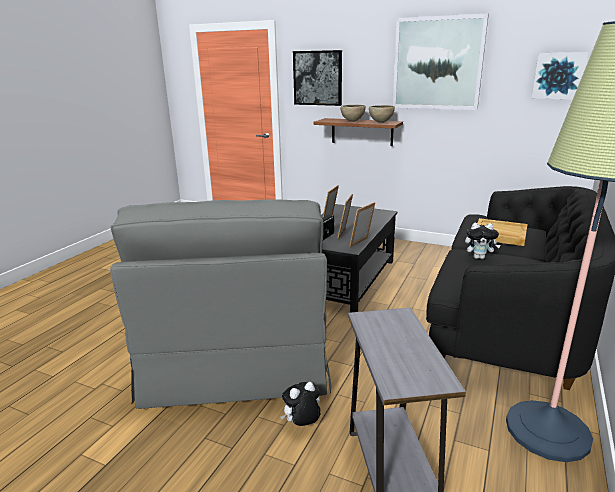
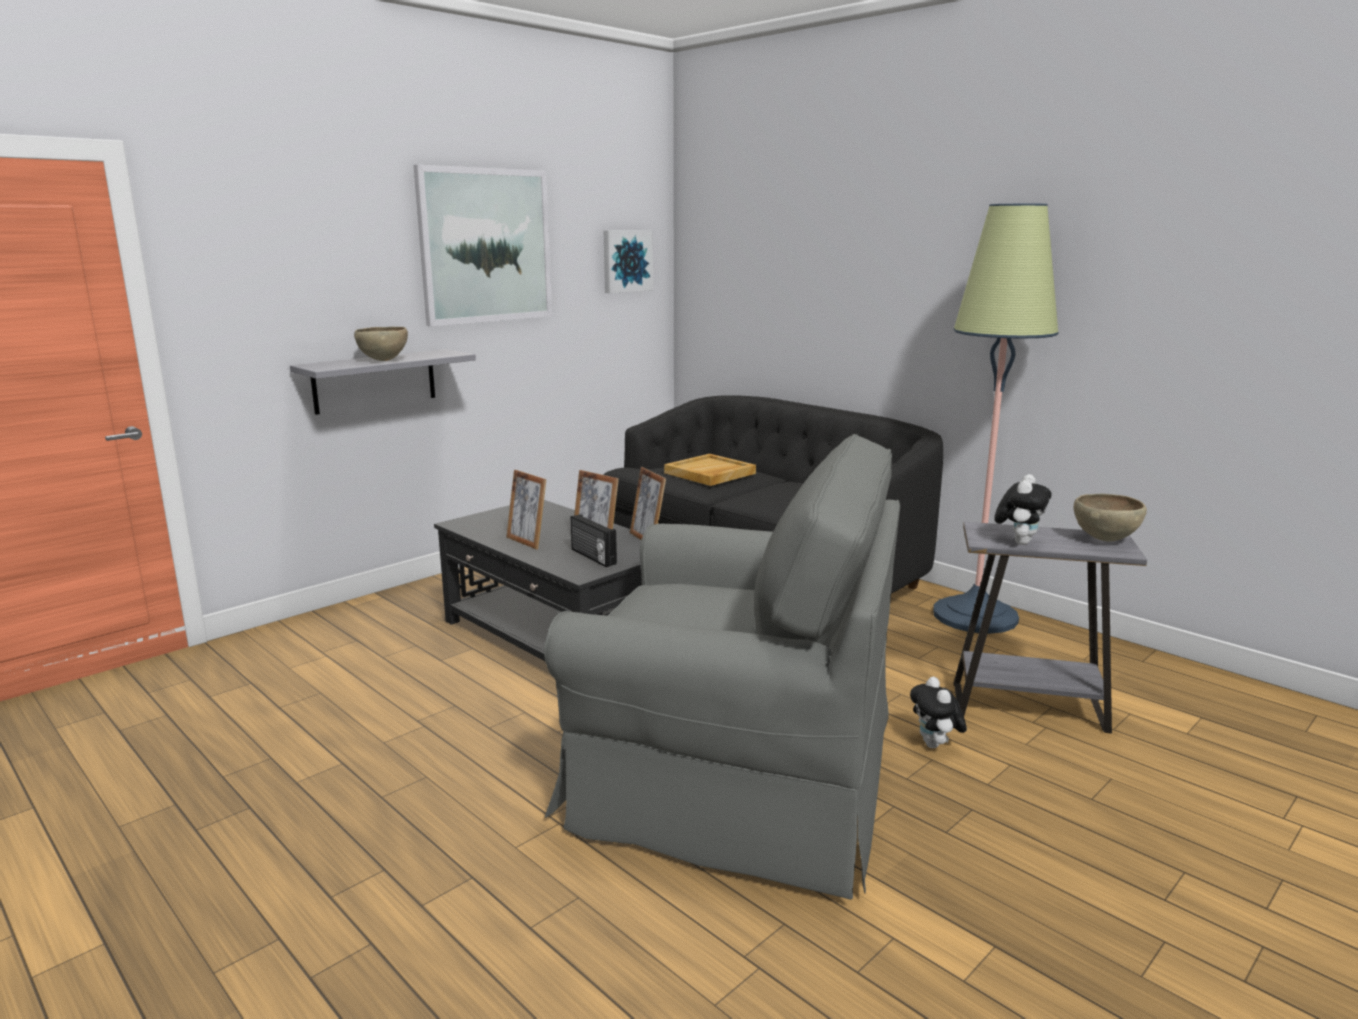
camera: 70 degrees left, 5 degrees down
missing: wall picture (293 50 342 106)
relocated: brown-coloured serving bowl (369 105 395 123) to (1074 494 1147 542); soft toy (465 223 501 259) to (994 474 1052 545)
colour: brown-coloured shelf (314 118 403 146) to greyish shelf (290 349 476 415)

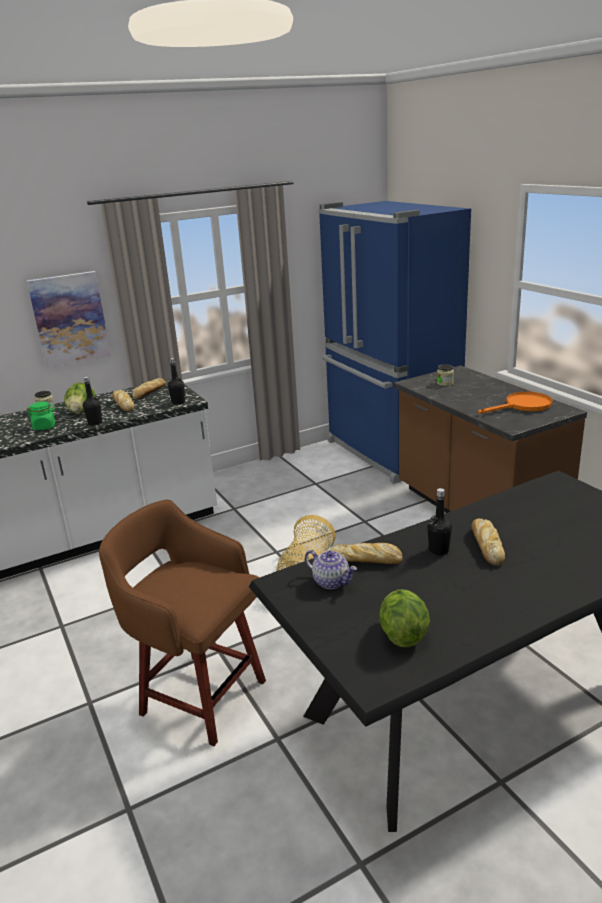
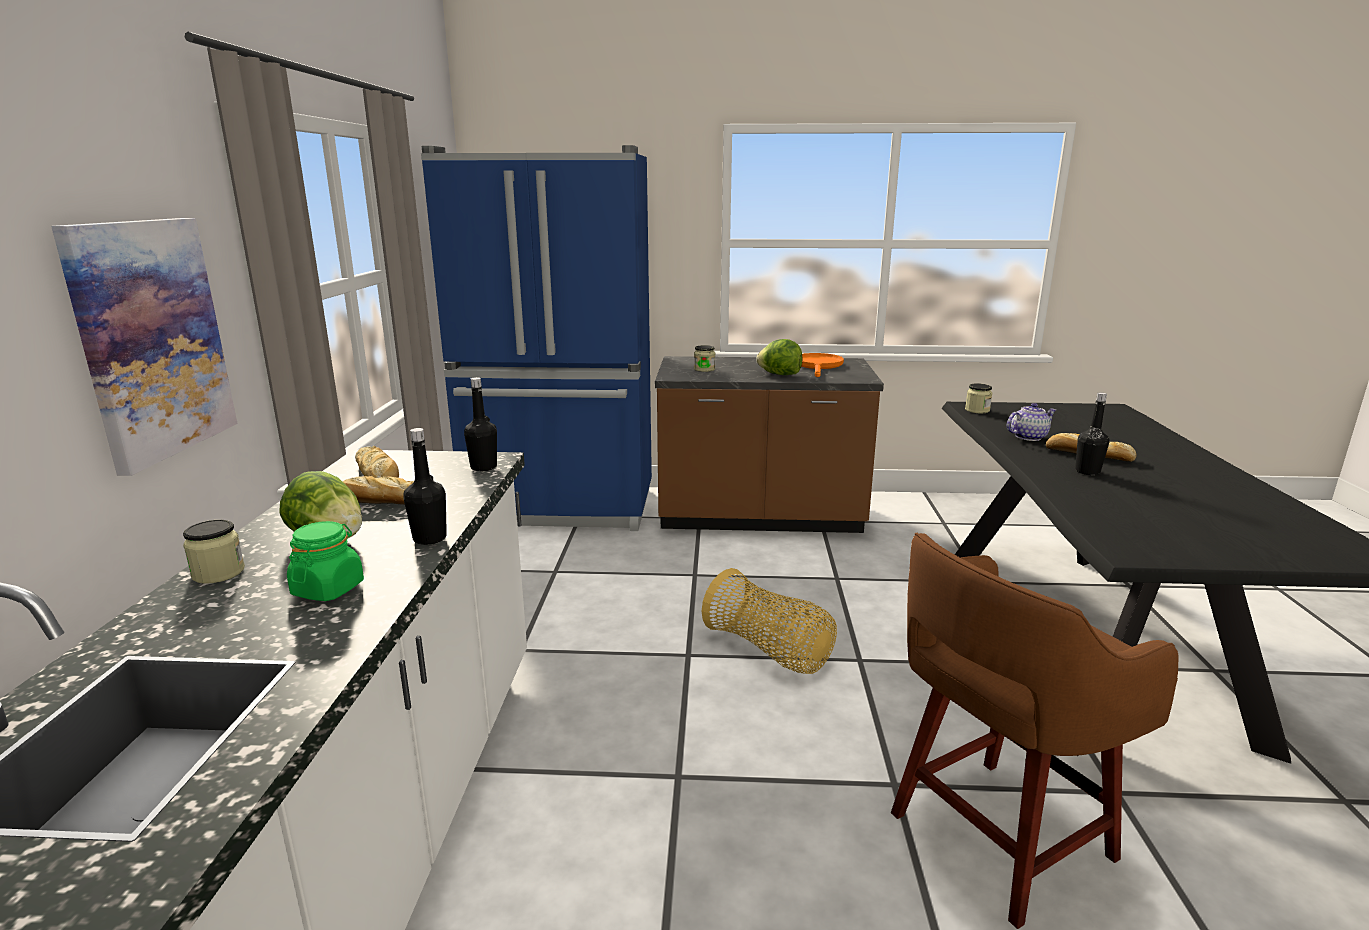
camera: 60 degrees left, 5 degrees down
missing: baked bread (330 543 403 564)
appeared: preserve jar (965 383 992 413)
relocated: tea pot (305 550 357 589) to (1007 403 1056 441); lettuce head (379 589 430 647) to (756 339 802 375)

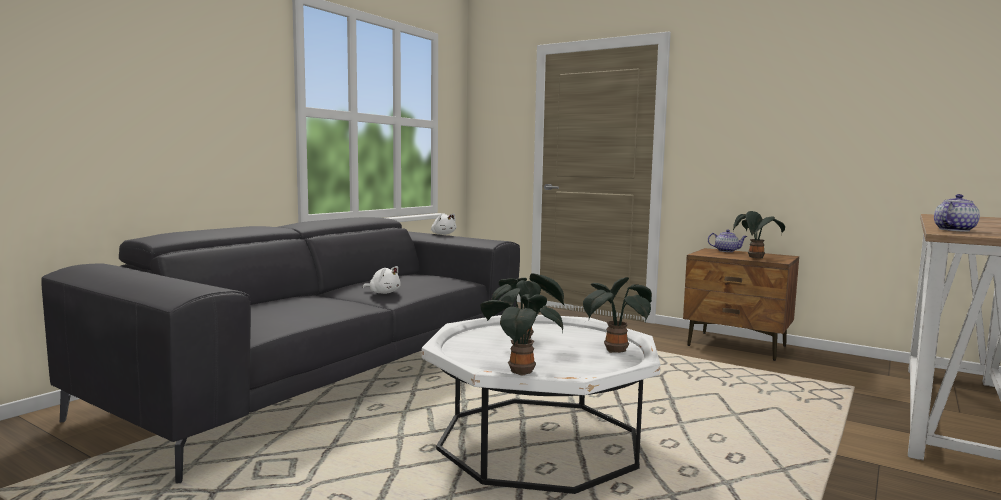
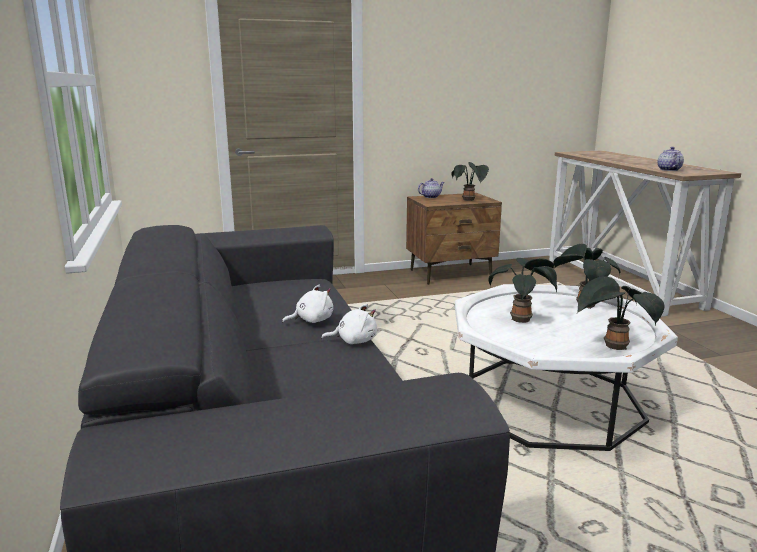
camera: 50 degrees left, 10 degrees up
relocated: white-coloured soft toy (431 213 456 235) to (321 304 377 344)

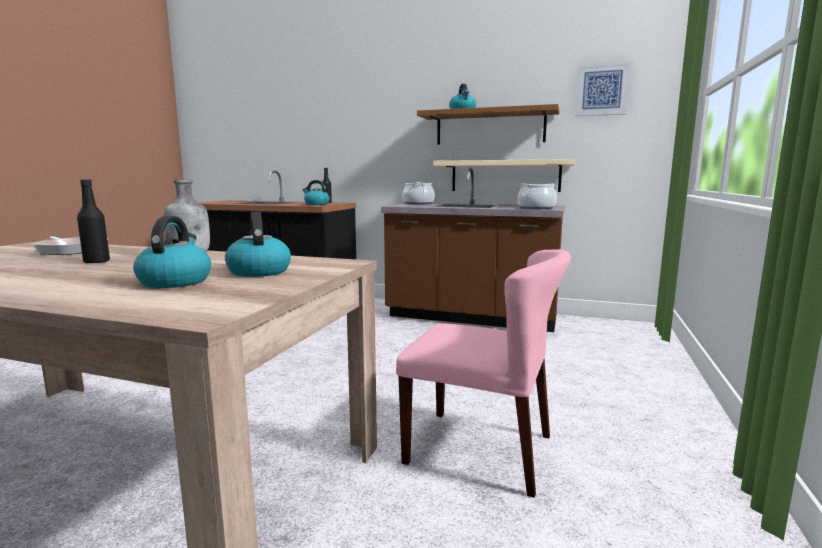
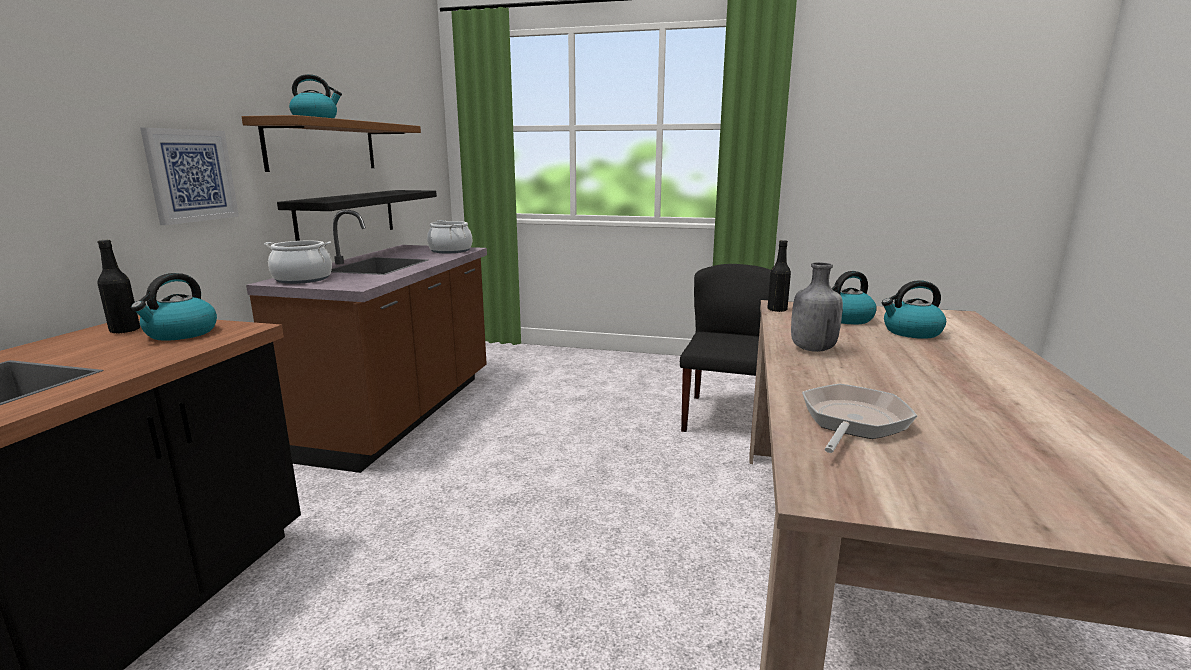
camera: 95 degrees left, 5 degrees up
relocated: wall picture (575 62 631 116) to (140 128 239 225); black-coloured bottle (77 179 110 264) to (767 240 791 312)
colour: beige-coloured shelf (433 159 575 192) to black-coloured shelf (277 190 437 241); pink chair (396 249 571 498) to black-coloured chair (680 264 771 432)

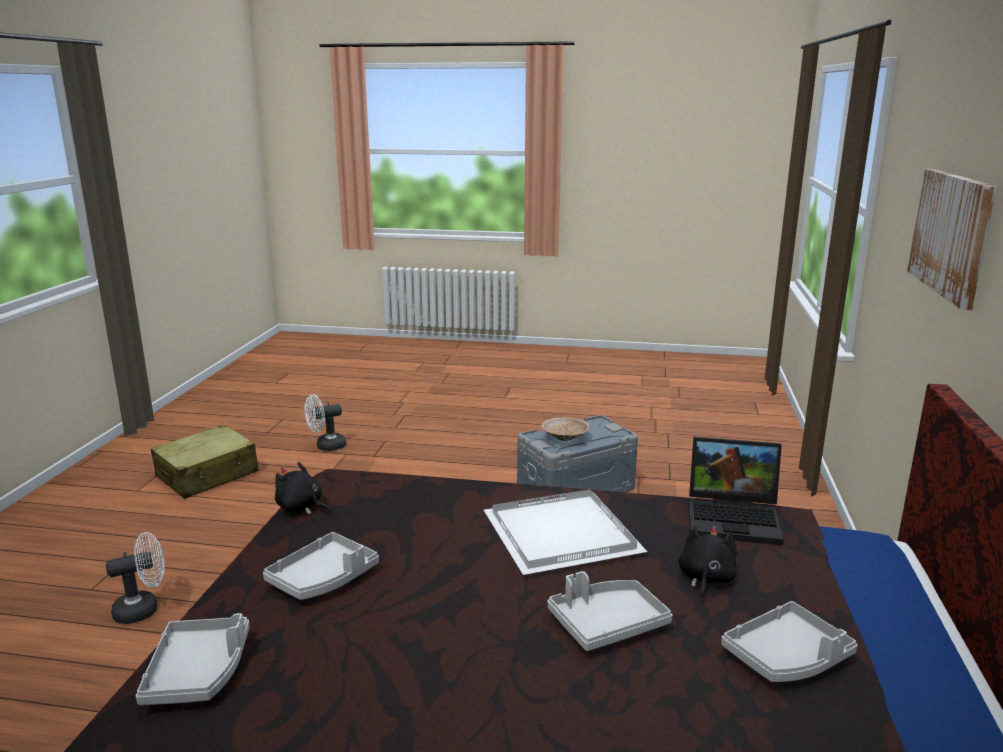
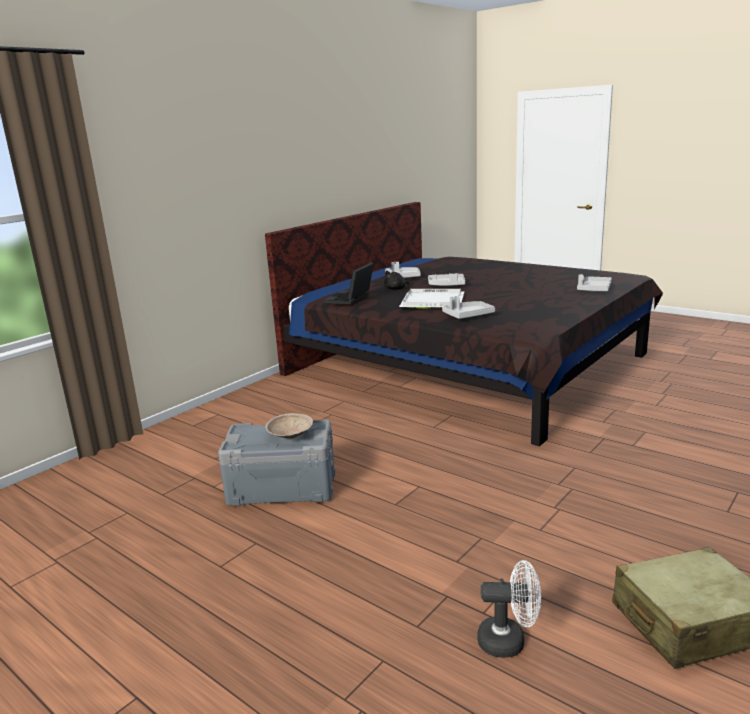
camera: 150 degrees left, 0 degrees up
missing: wall picture (907 169 997 310); black-coloured soft toy (275 462 331 515); white-coloured fan (106 532 165 624)
relocated: greyish carrying tray (263 532 379 600) to (442 296 495 319)
spun: notebook computer (689 437 784 545) = (324 263 374 305) 105 degrees counterclockwise

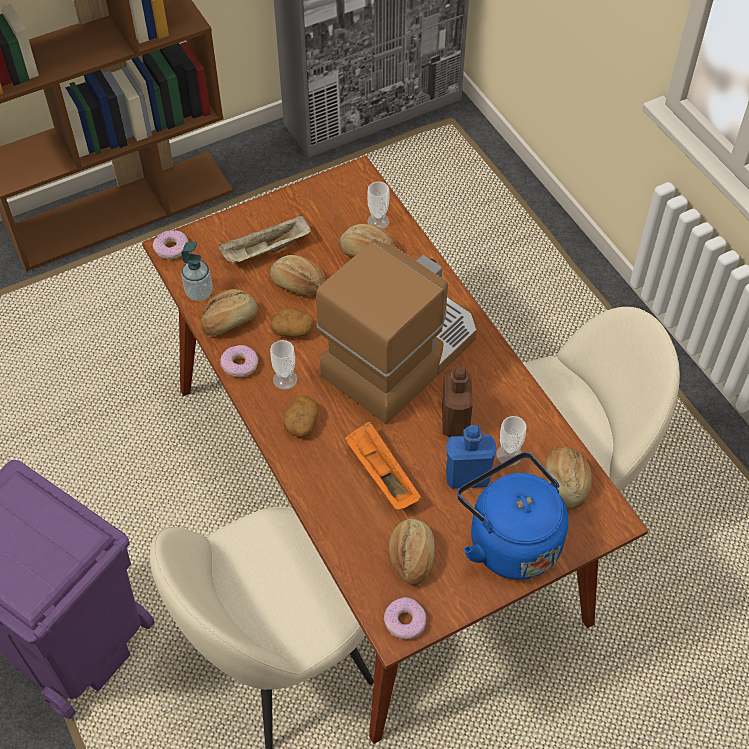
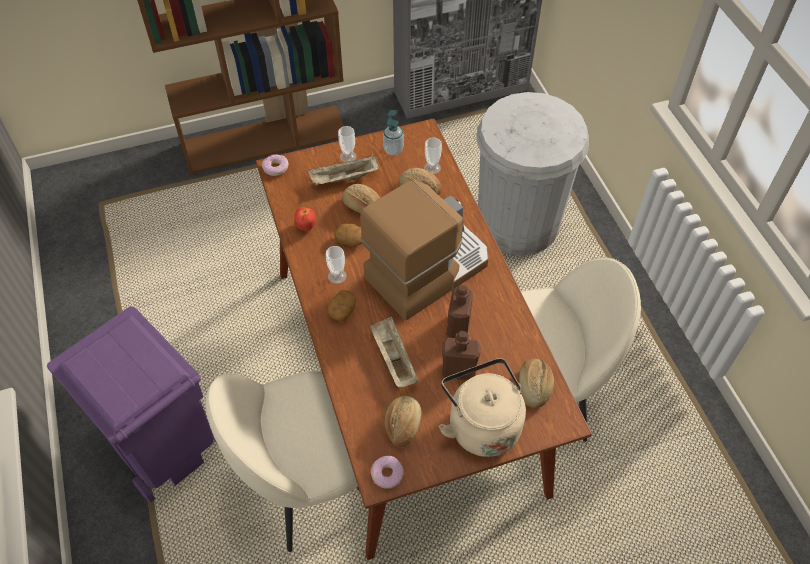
camera: 10 degrees right, 0 degrees up
missing: ring doughnut (220 345 258 377)
appeared: white-coloured waste bin (476 92 589 256)
relocated: soap bottle (181 242 213 301) to (383 110 404 155); cup (496 416 526 466) to (338 126 357 162)
exchanged: baked bread (201 289 258 336) to apple fruit (294 207 316 231)
colour: orange-coloured carrying tray (345 421 422 510) to beige-coloured carrying tray (370 316 419 387); blue-coloured bottle (446 425 497 489) to brown-coloured bottle (442 331 481 380); blue-coloured kettle (457 452 569 580) to beige-coloured kettle (439 358 526 457)

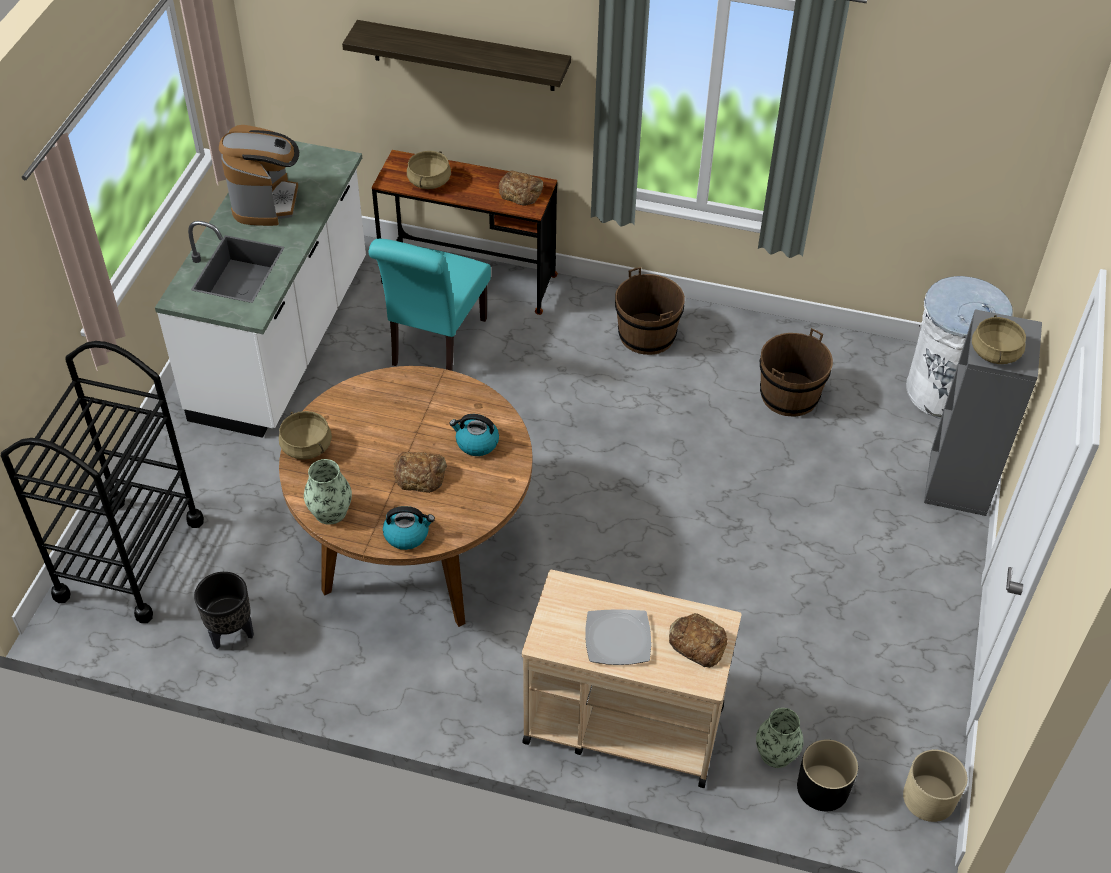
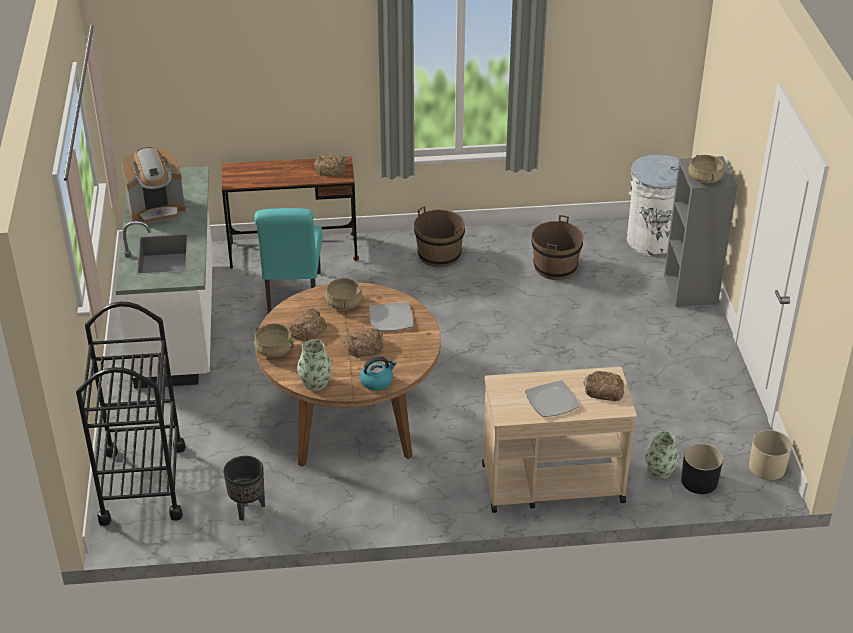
camera: 20 degrees left, 10 degrees down
missing: shelf (342 20 571 91)
appeared: baked bread (288 309 327 341)
relocated: beige-coloured stockpot (407 151 451 189) to (325 277 363 310)
exchanged: kettle (449 414 499 456) to flat dish (369 302 413 331)
spun: coffee maker (219 125 299 226) = (121 147 186 225) 90 degrees clockwise

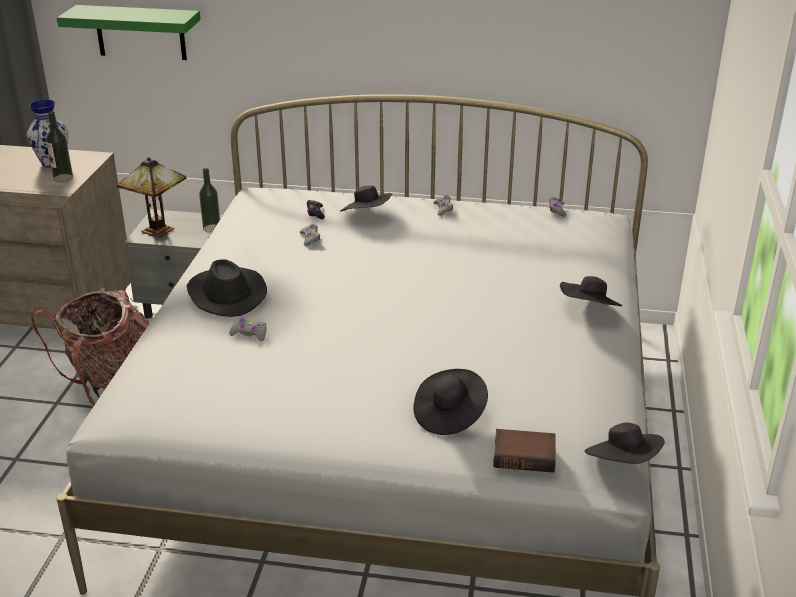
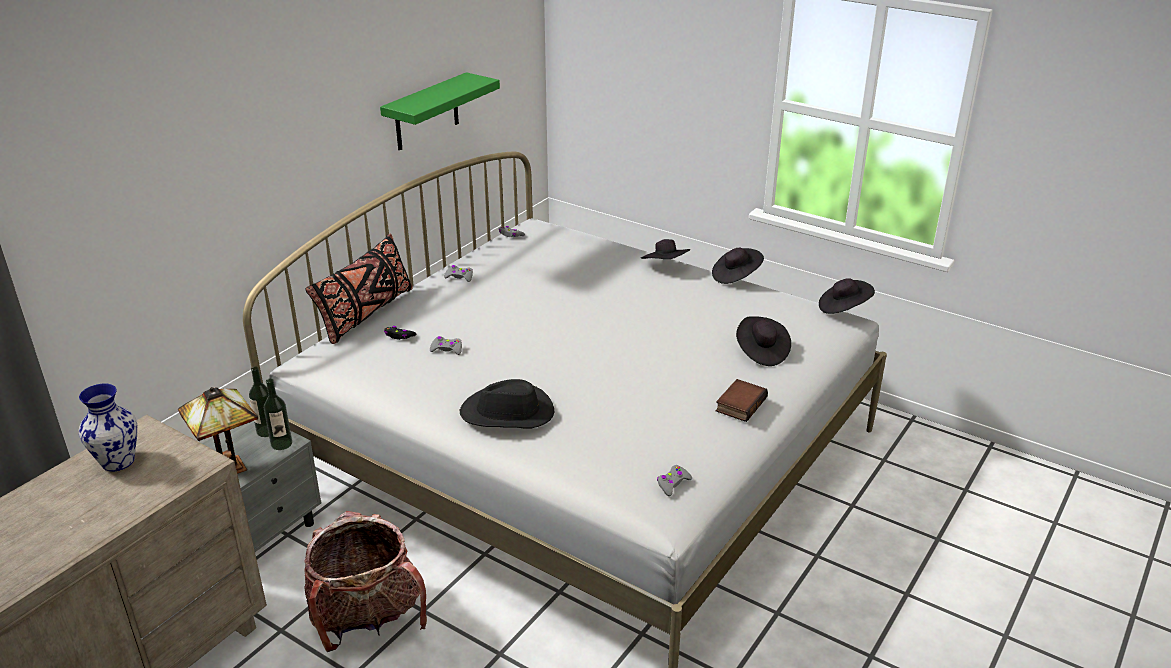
camera: 65 degrees left, 0 degrees up
appeared: black-coloured pillow (305 233 413 344)
relocated: green-coloured shelf (57 5 201 60) to (380 72 500 150); bottle (46 111 73 182) to (264 379 292 450); black-coloured hat (340 186 392 211) to (712 248 764 284); greyish game controller (229 318 267 341) to (657 465 692 496); book (493 429 556 473) to (716 379 768 422)

